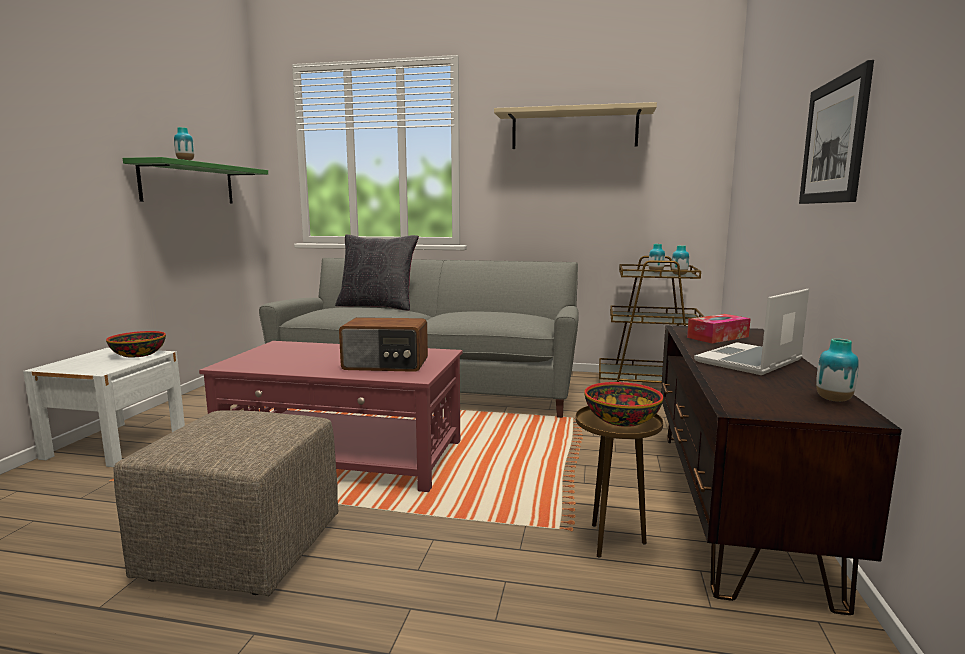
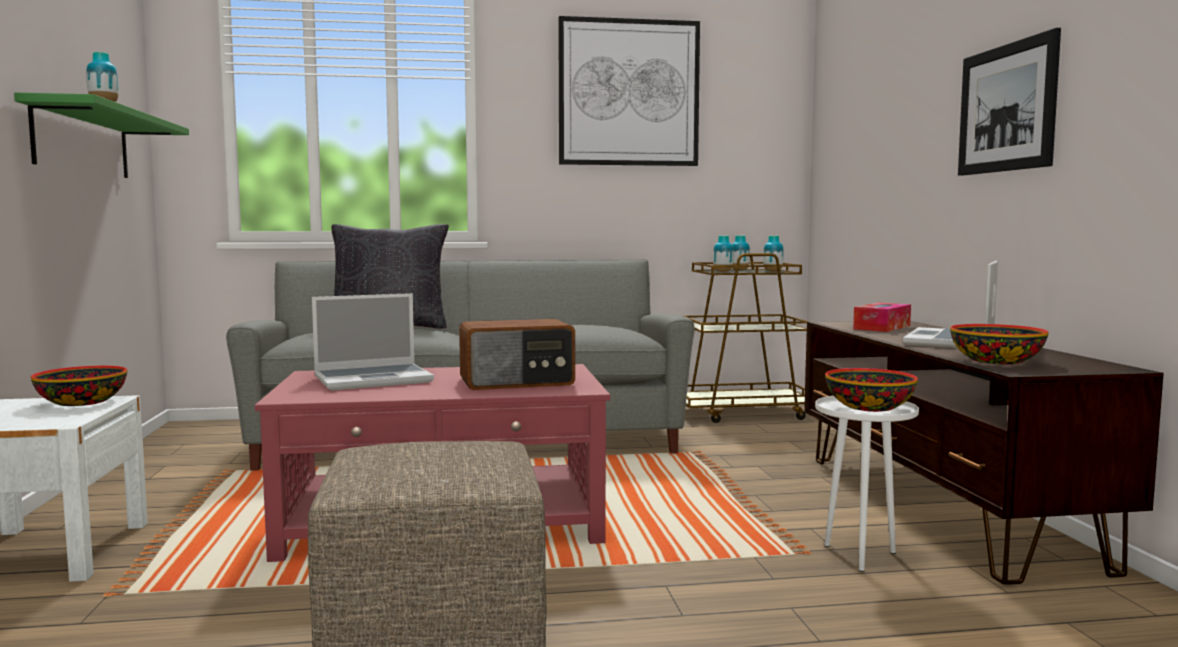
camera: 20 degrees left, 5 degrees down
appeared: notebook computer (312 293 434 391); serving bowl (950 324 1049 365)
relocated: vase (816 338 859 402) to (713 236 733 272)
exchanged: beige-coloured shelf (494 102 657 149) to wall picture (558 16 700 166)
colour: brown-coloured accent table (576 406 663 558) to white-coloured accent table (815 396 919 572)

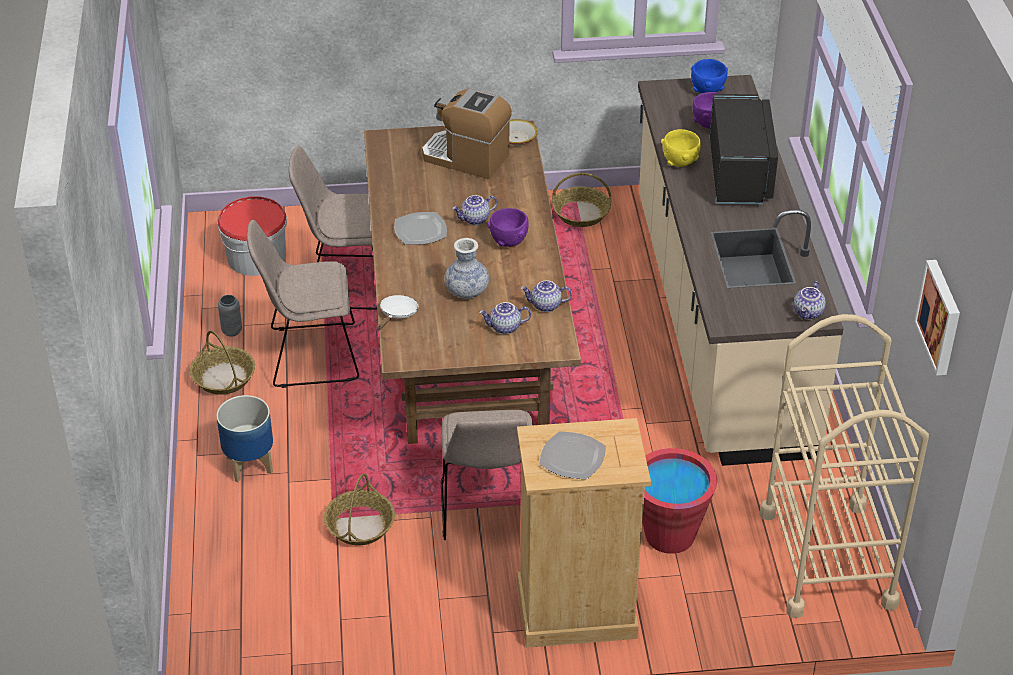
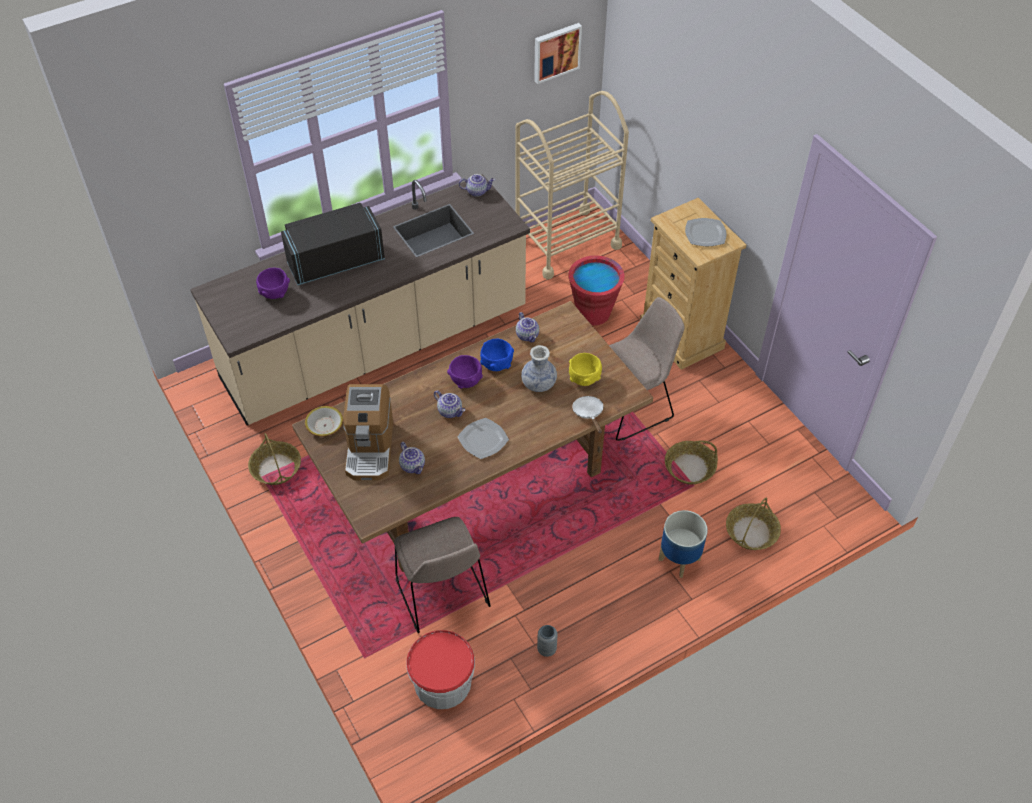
camera: 115 degrees left, 10 degrees up
missing: beige-coloured chair (247 220 359 388)
relocated: blue-coloured serving bowl (691 59 728 93) to (480 339 514 371); yellow serving bowl (661 129 701 167) to (569 353 602 386); tea pot (479 302 531 334) to (399 442 425 474); household basket (190 330 255 395) to (726 498 781 550)
spun: white-coloured frying pan (377 295 418 330) = (572 396 603 433) 75 degrees clockwise

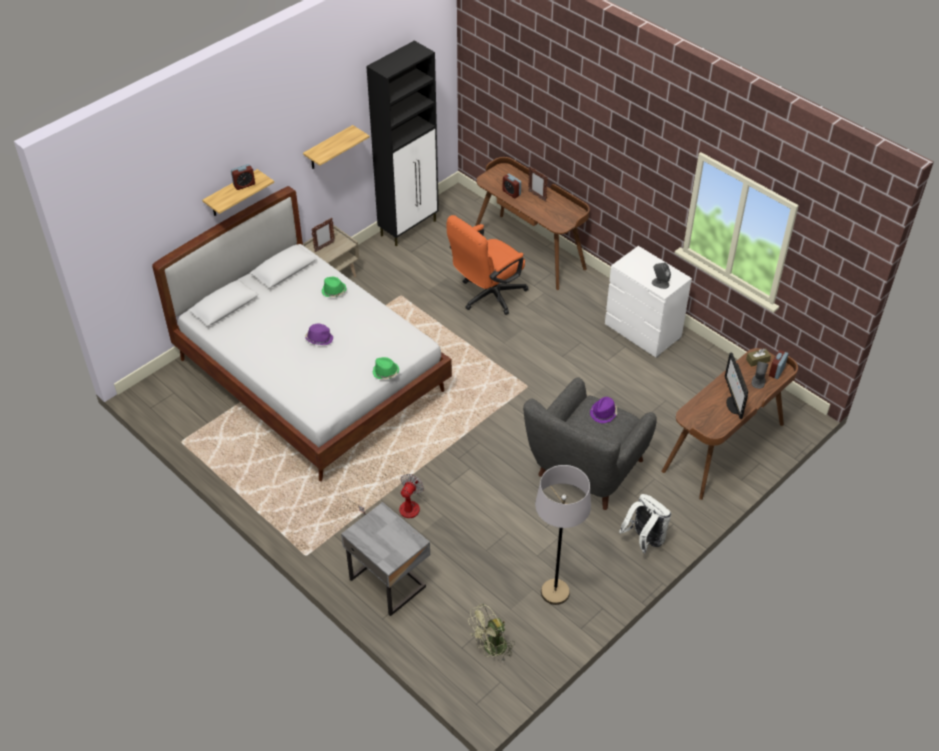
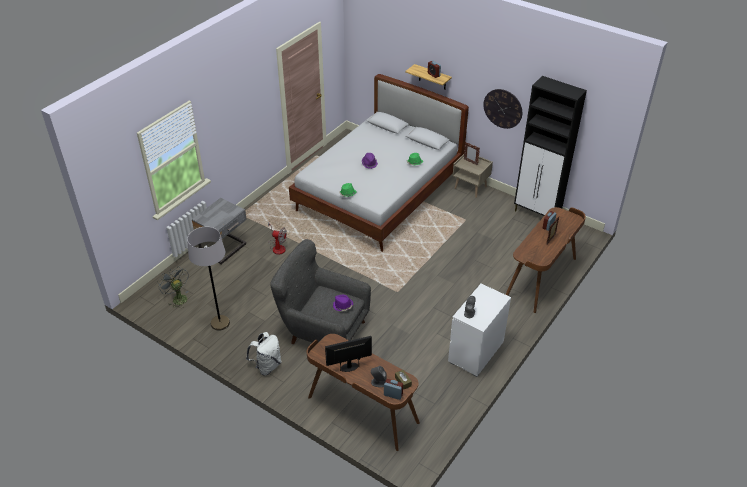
camera: 80 degrees right, 5 degrees down
missing: orange-coloured office chair (446 215 528 315)
exchanged: shelf (303 125 369 169) to clock on the wall (484 89 522 129)
colour: green-coloured fan (468 604 515 661) to greyish fan (157 266 189 308)

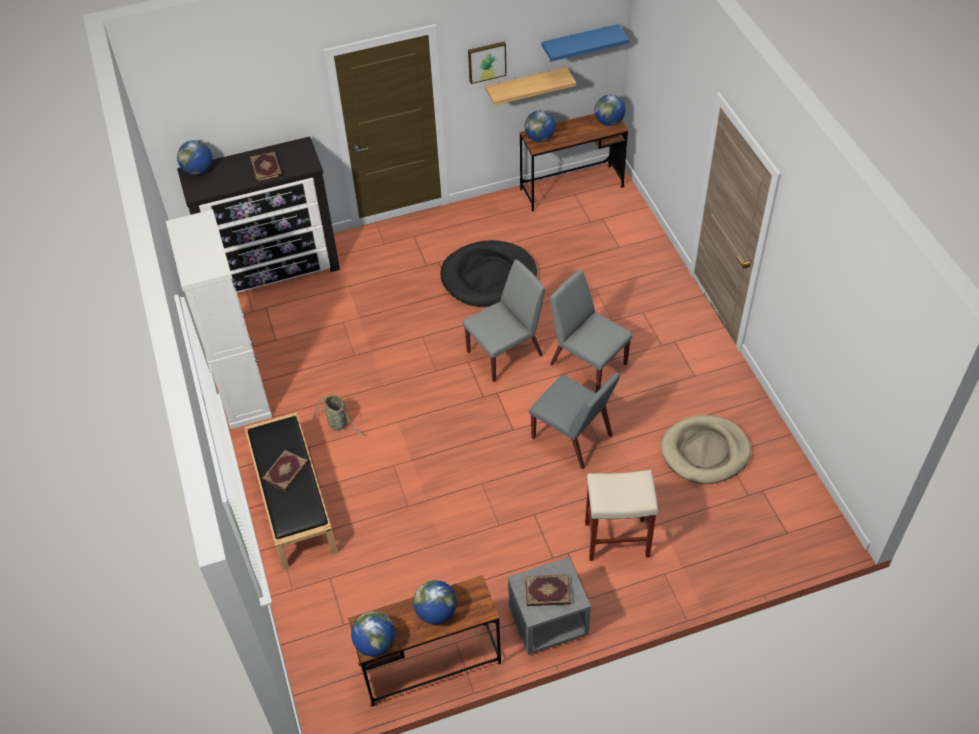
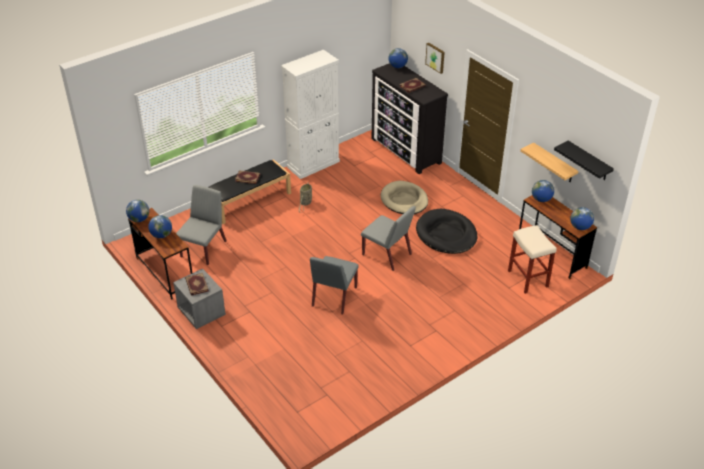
camera: 70 degrees right, 10 degrees down
relocated: wall picture (468 42 507 84) to (425 43 445 74); greyish chair (550 269 633 393) to (176 185 226 265); beige-coloured dog cushion (661 415 751 484) to (381 181 428 214); beige-coloured stool (585 470 658 561) to (508 225 557 294)
colour: blue-coloured shelf (542 24 629 62) to black-coloured shelf (554 141 614 180)

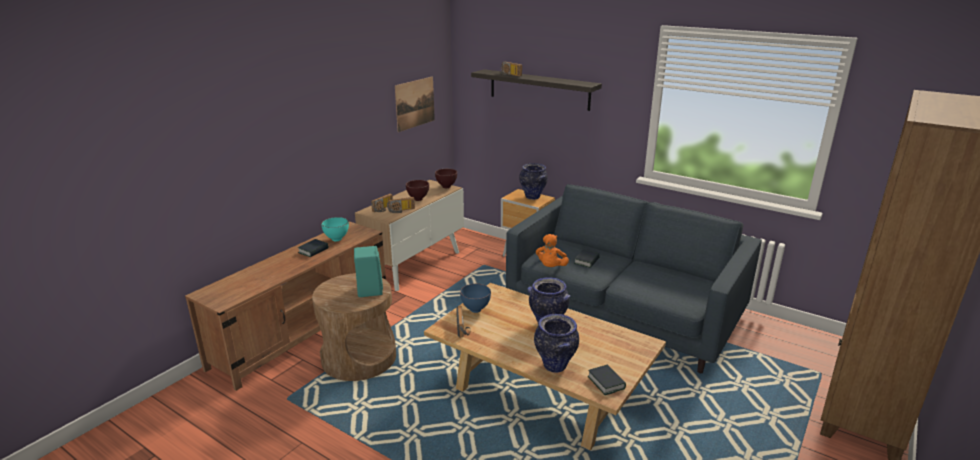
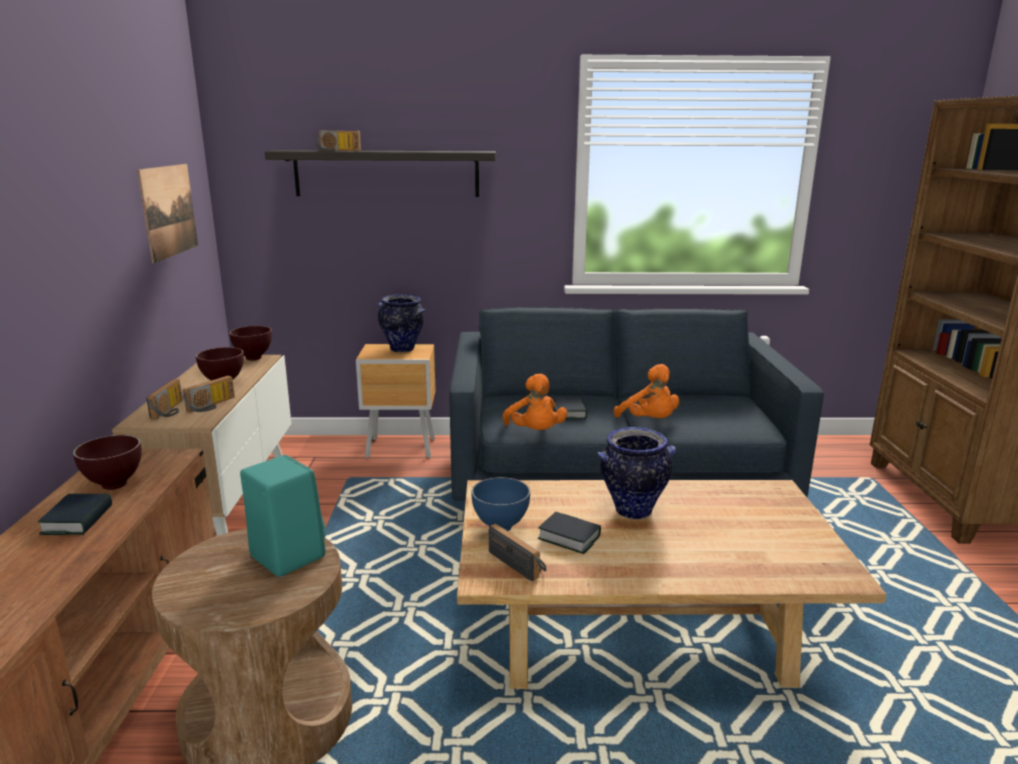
camera: 35 degrees left, 5 degrees down
missing: vase (534 314 579 373)
appeared: orange-coloured soft toy (614 364 679 418)
relocated: book (588 364 626 395) to (538 512 601 554)
colour: blue-green serving bowl (321 217 349 242) to brown-coloured serving bowl (73 435 142 490)

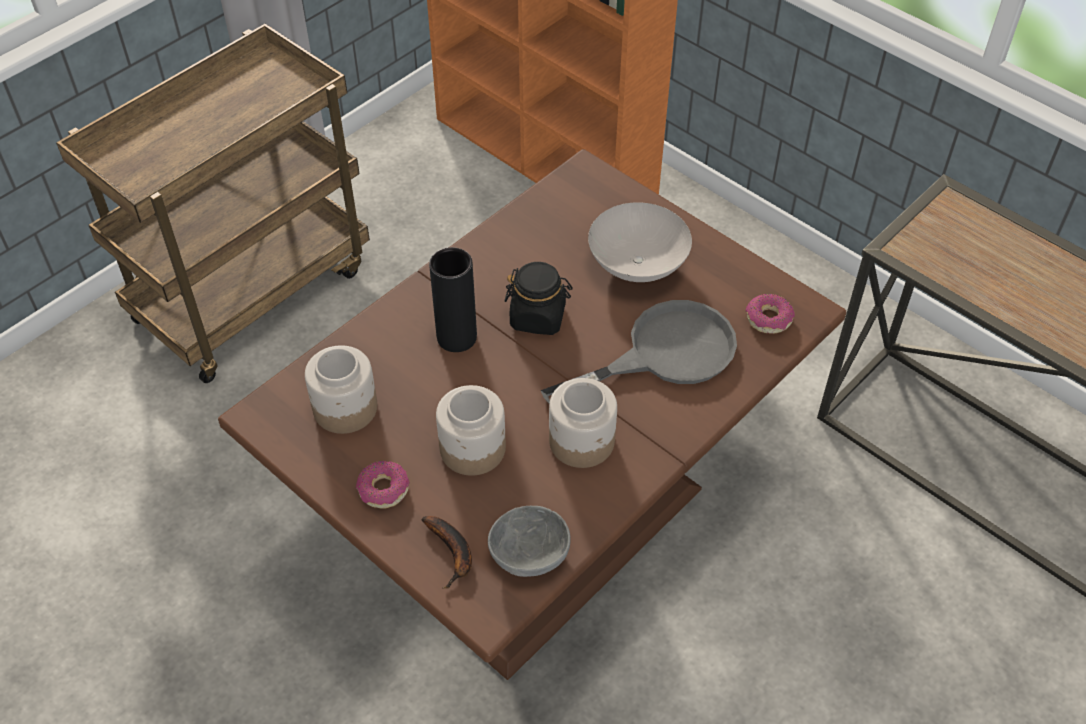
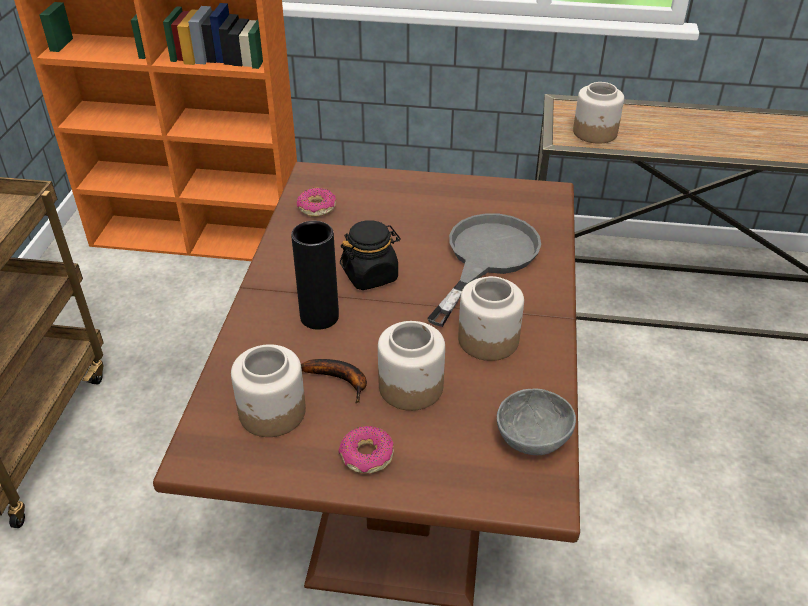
camera: 35 degrees left, 10 degrees down
missing: white-coloured serving bowl (588 202 692 282)
appeared: preserve jar (573 82 624 144)
relocated: ring doughnut (746 294 795 334) to (297 188 336 217); banana (421 516 472 589) to (301 359 367 403)

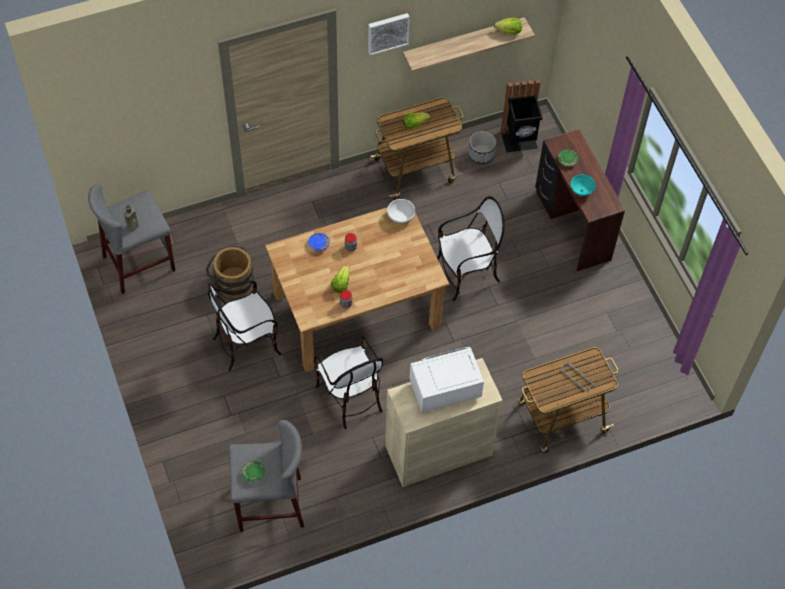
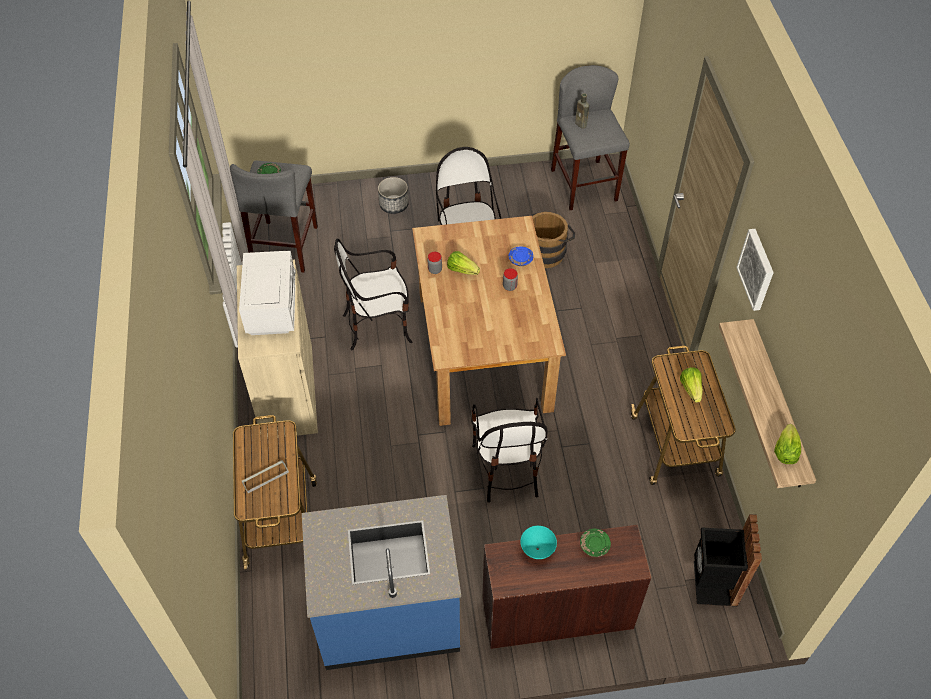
camera: 105 degrees right, 5 degrees down
missing: white-coloured serving bowl (387 199 415 224)
appeared: blue-coloured kitchen base unit (302 495 461 670)
relocated: flower pot (468 131 496 164) to (378 177 409 214)

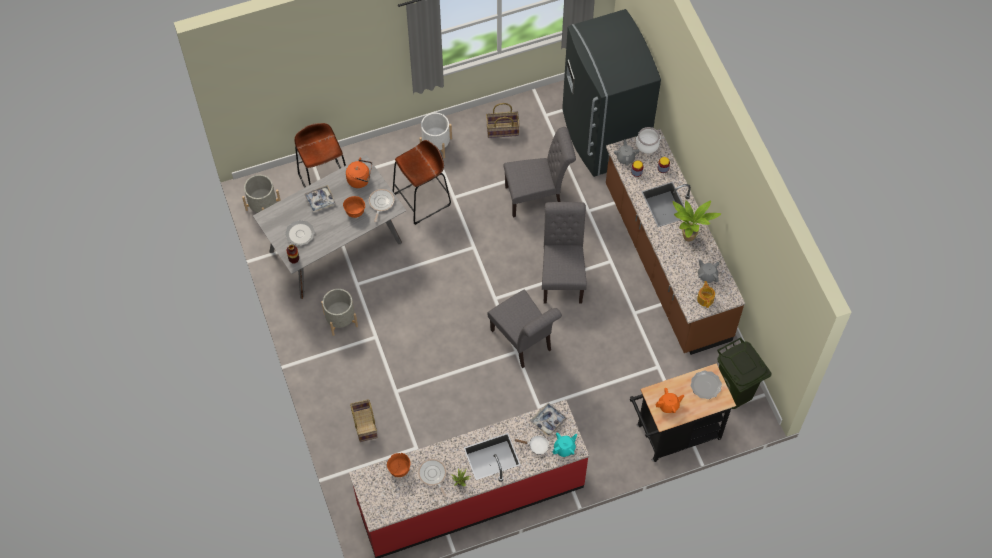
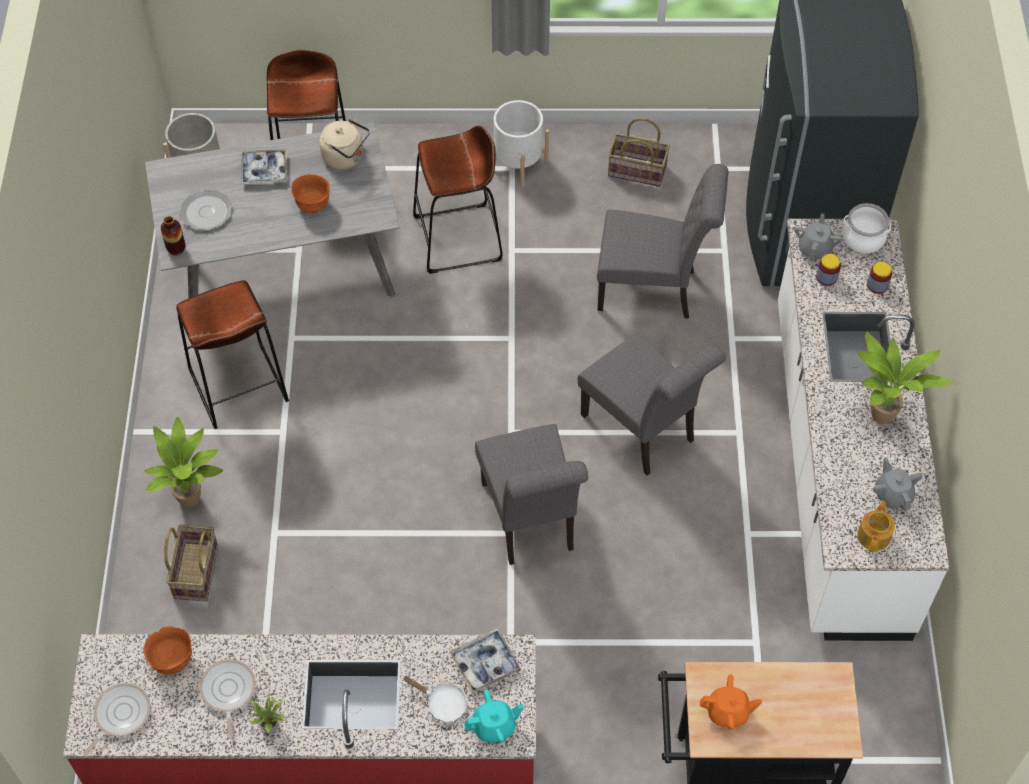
camera: 20 degrees right, 5 degrees down
missing: green-coloured waste bin (717 337 771 409); flat dish (691 370 722 399)
appeared: plant in a pot (144 417 223 508)
relocated: frying pan (369 189 394 222) to (83 683 151 756)
exchanged: greyish flower pot (321 289 358 336) to brown-coloured stool (176 280 289 429)
colour: brown-coloured kitchen base unit (606 129 745 355) to white-coloured kitchen base unit (778 219 949 641); orange-coloured kettle (346 158 372 188) to beige-coloured kettle (319 119 370 170)
spun: greyish chair (542 202 587 304) = (578 332 726 476) 120 degrees clockwise

